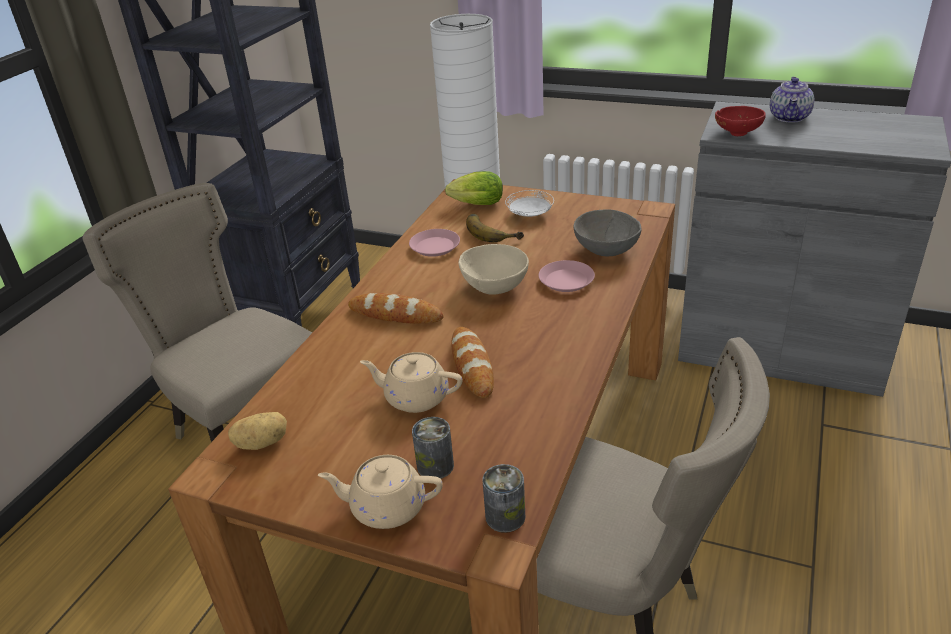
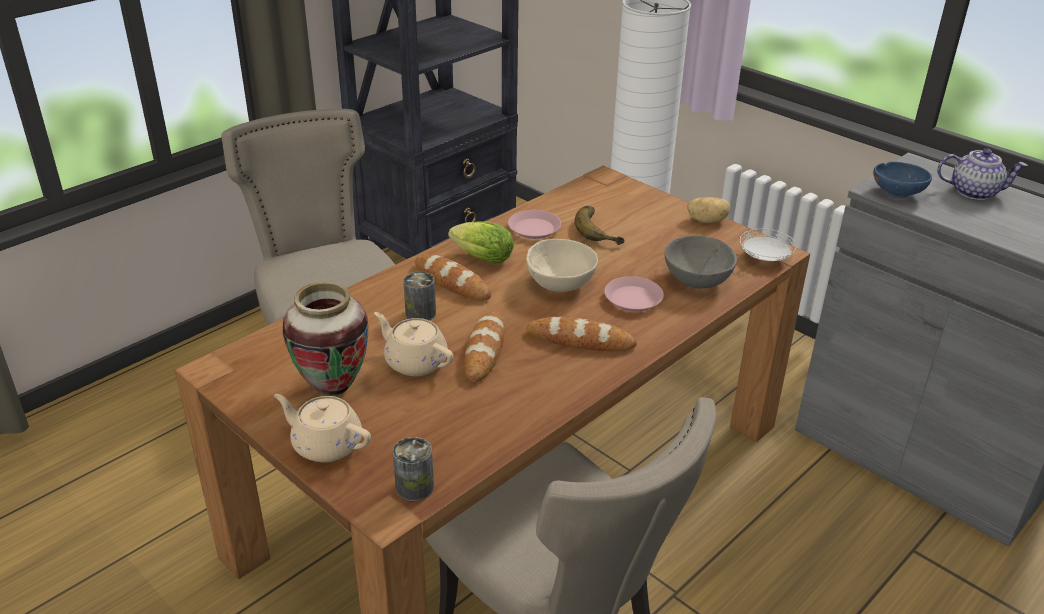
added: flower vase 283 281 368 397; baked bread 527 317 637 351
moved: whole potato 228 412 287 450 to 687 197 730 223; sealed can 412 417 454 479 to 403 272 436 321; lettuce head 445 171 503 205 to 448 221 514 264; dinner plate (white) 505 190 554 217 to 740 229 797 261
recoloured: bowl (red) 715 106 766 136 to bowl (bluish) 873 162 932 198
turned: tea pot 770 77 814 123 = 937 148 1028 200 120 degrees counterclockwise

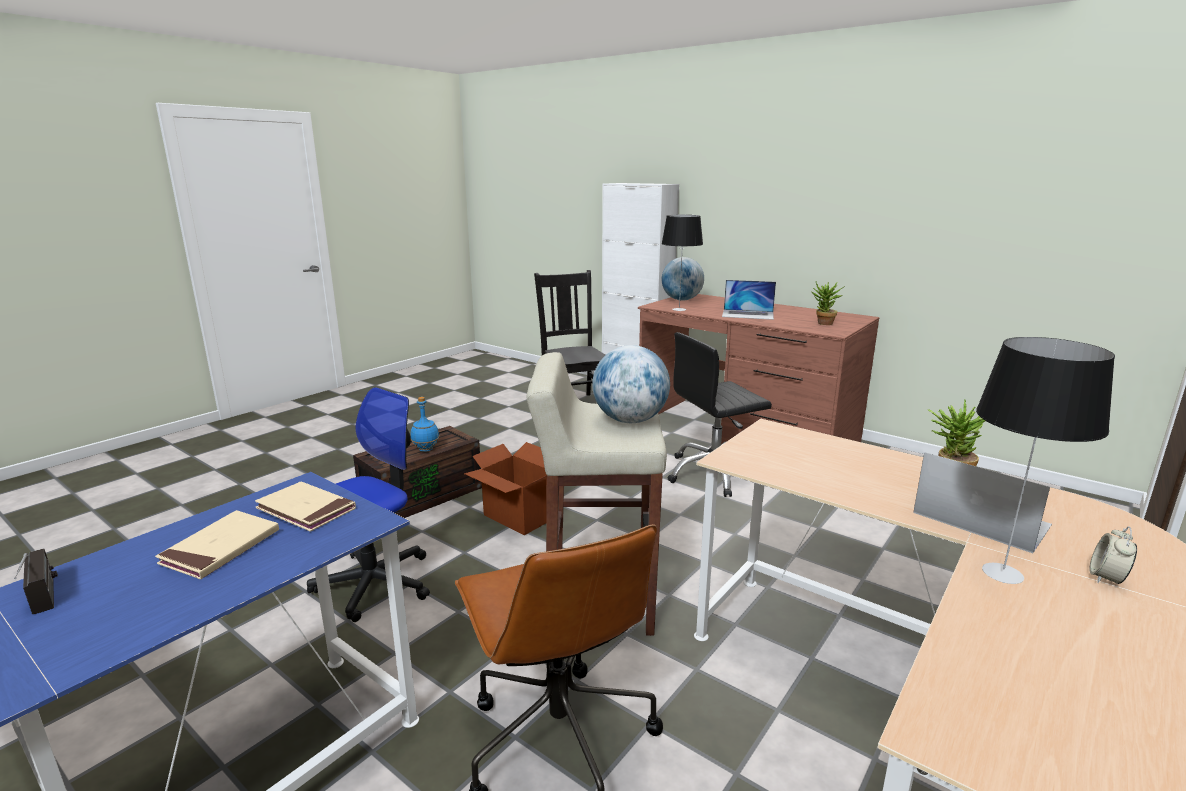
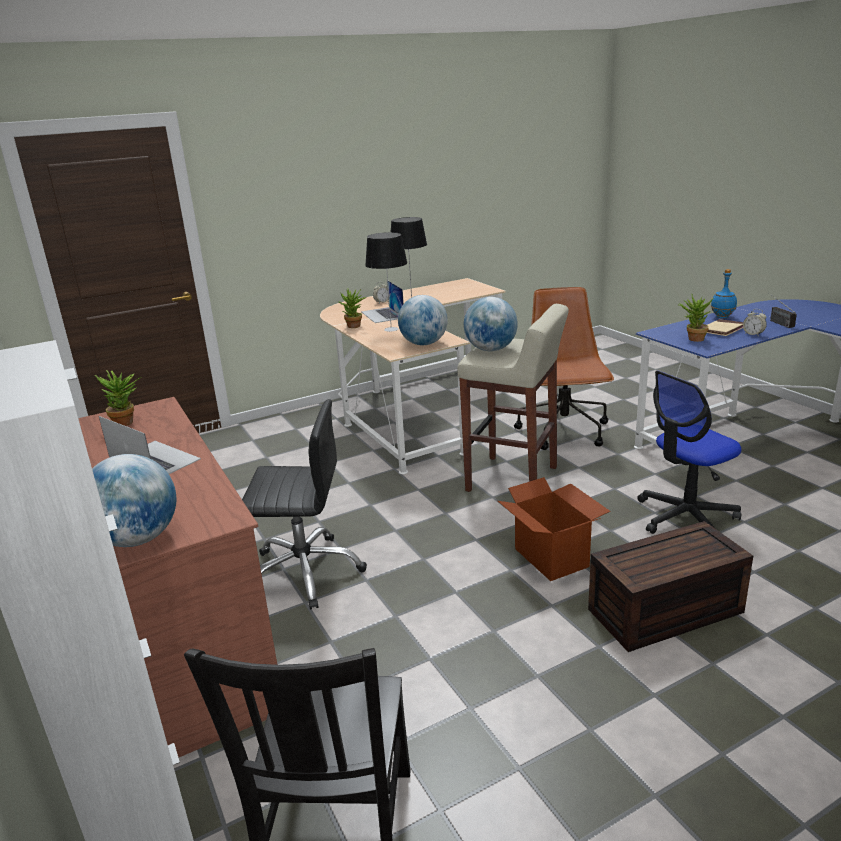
added: globe 398 295 448 345; alarm clock 743 309 767 337
moved: beverage bottle (bluish) 411 397 439 452 to 711 269 737 318; tabletop lamp 662 215 703 311 to 365 232 407 332
replaced: book (beige-coloured) 255 482 356 531 to potted plant 679 296 713 342

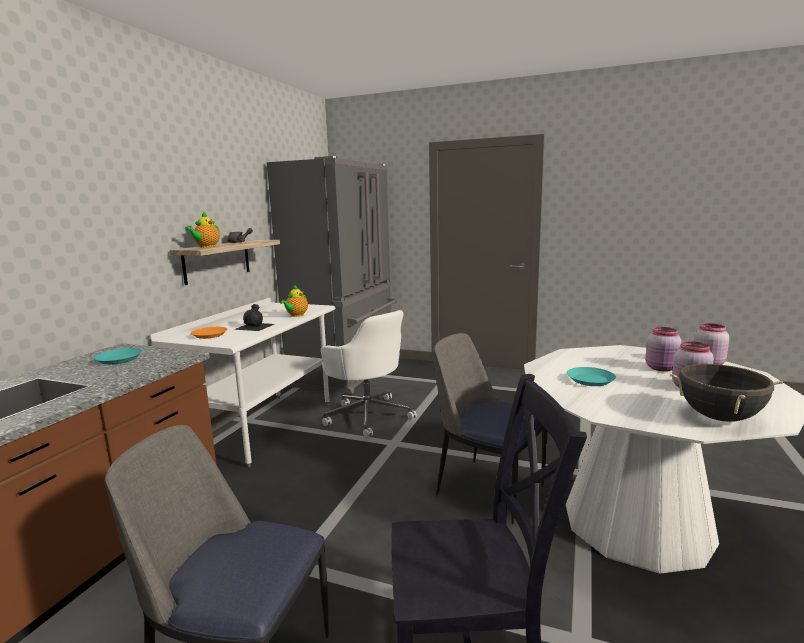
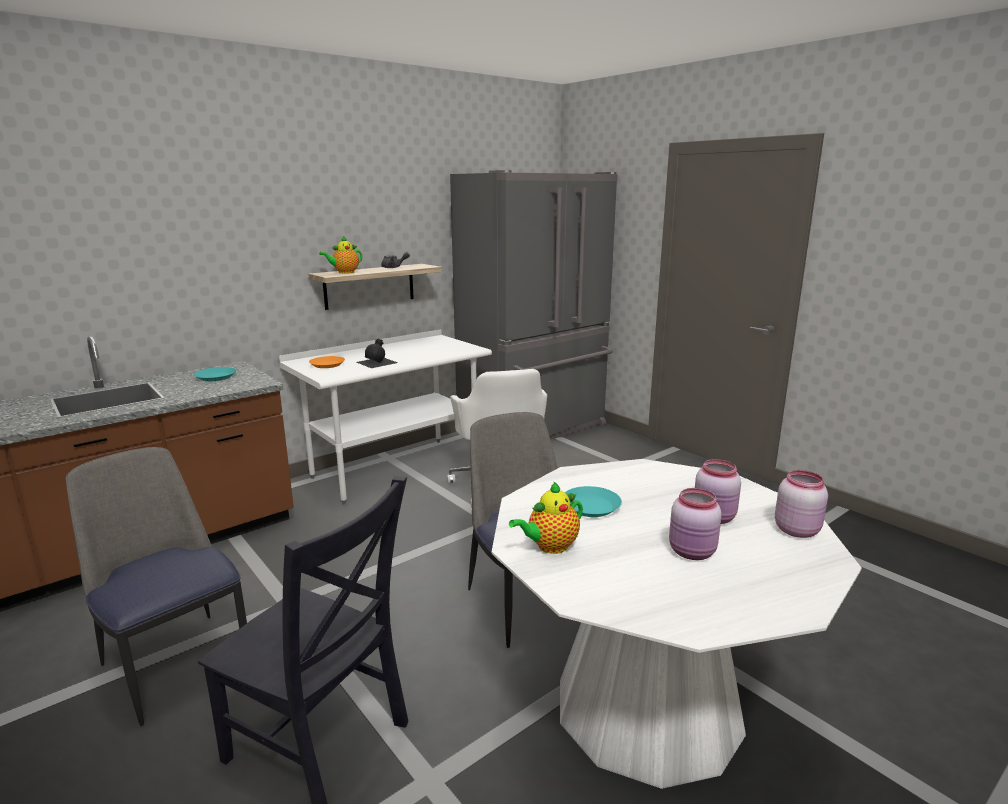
removed: stockpot (black-coloured) 670 362 783 422
moved: tea pot 280 284 308 317 to 509 481 583 554

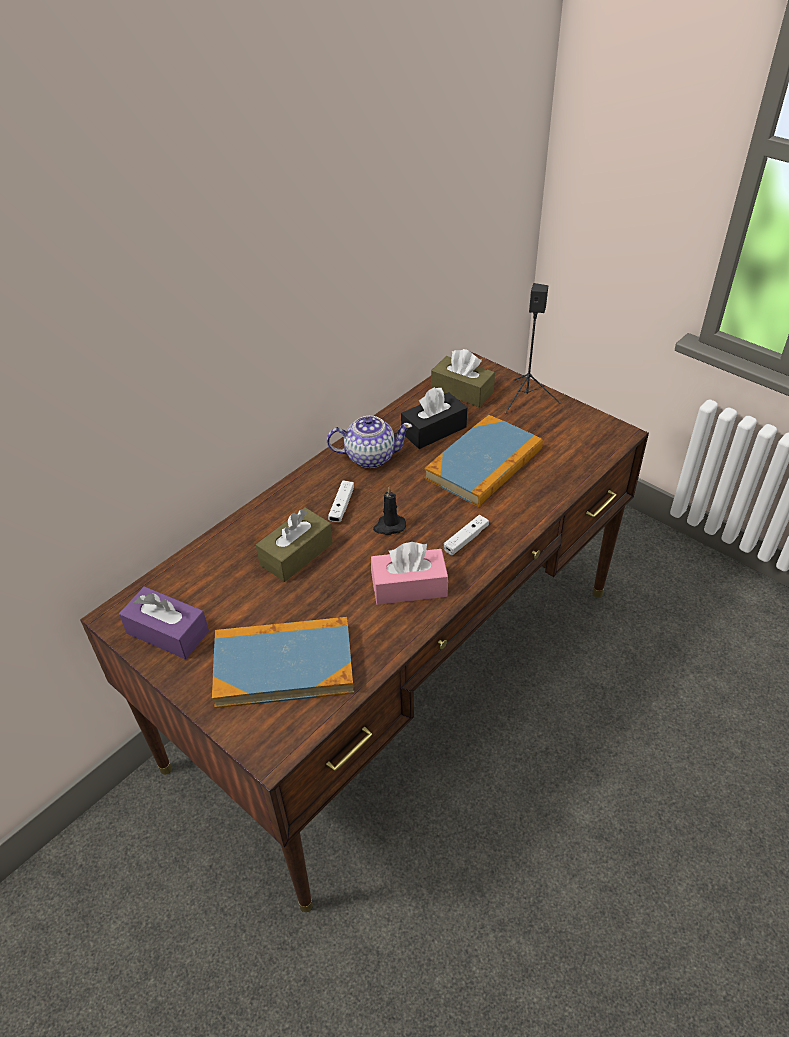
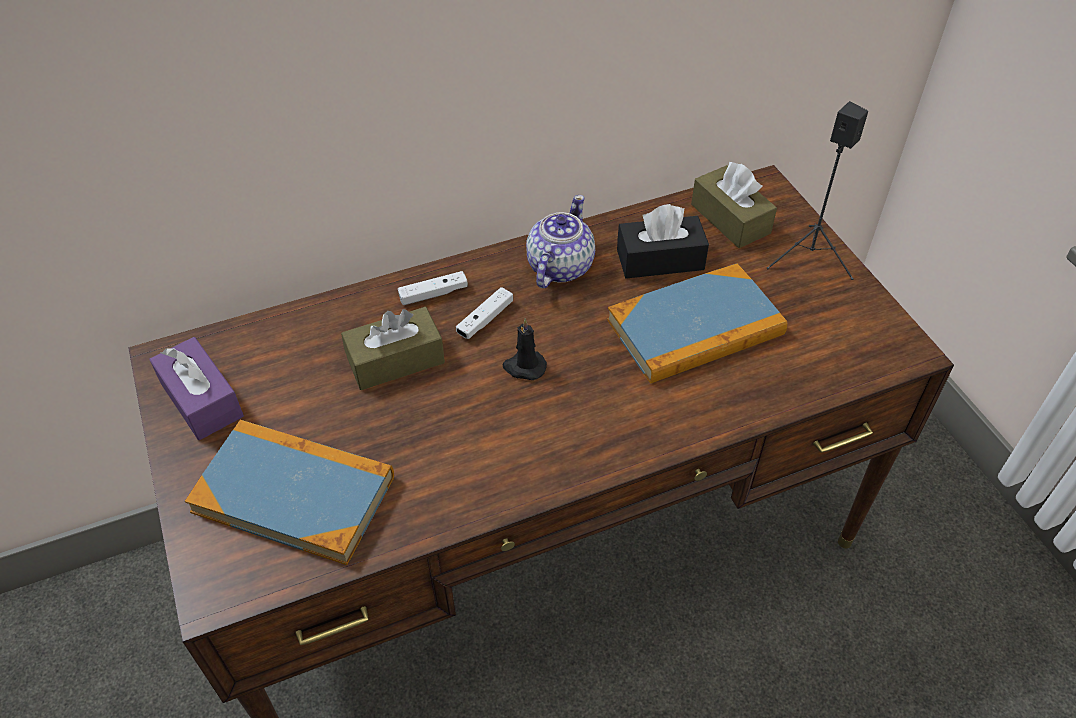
removed: tissue box (pink) 371 542 448 605
moved: game controller (white) 444 515 489 555 to 398 271 468 305
turned: tea pot 327 416 412 468 = 526 195 595 288 90 degrees counterclockwise

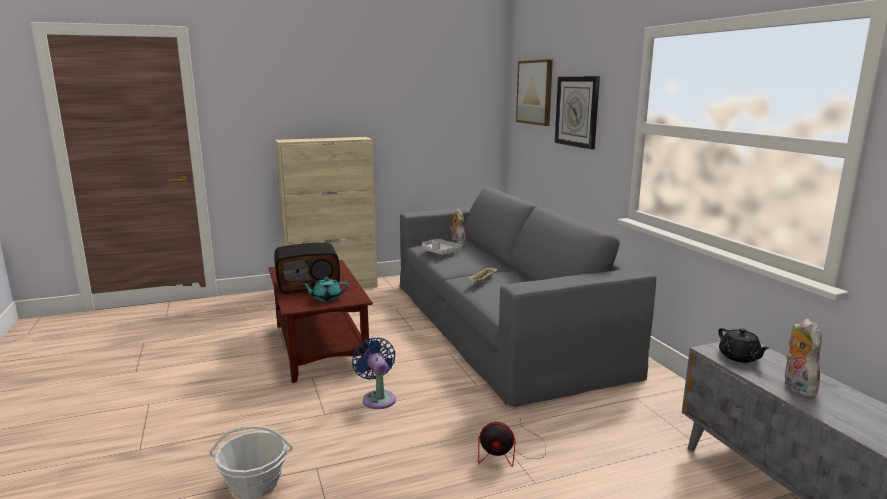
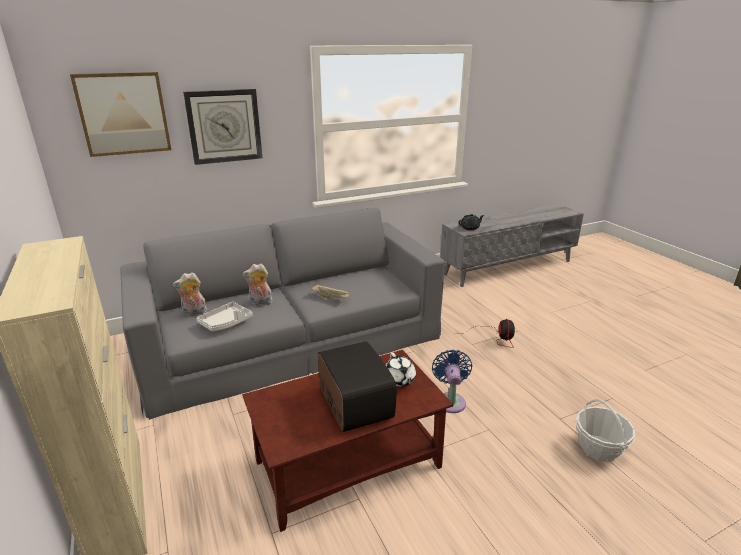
moved: plush toy 785 319 822 397 to 243 264 273 306
recoloured: tea pot (turquoise-coloured) 302 277 349 302 to tea pot (white) 386 353 416 387
turned: cooling fan (bluish) 352 337 396 409 = 432 349 472 413 120 degrees clockwise

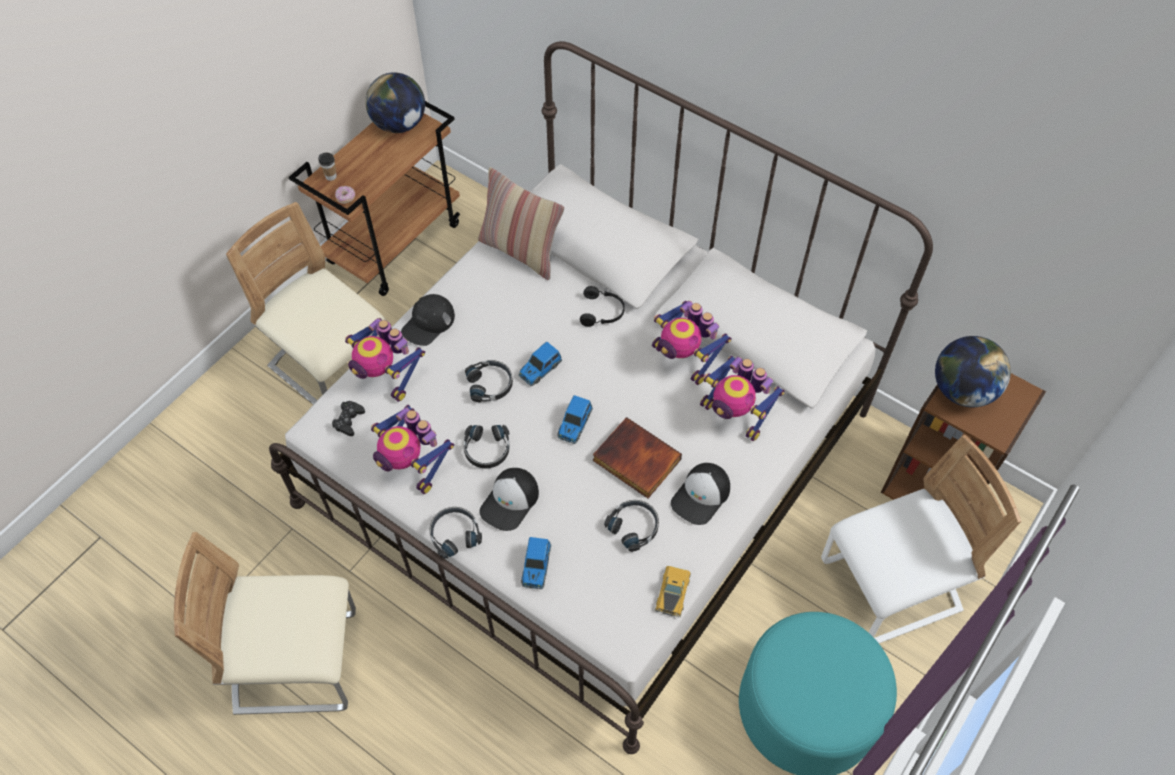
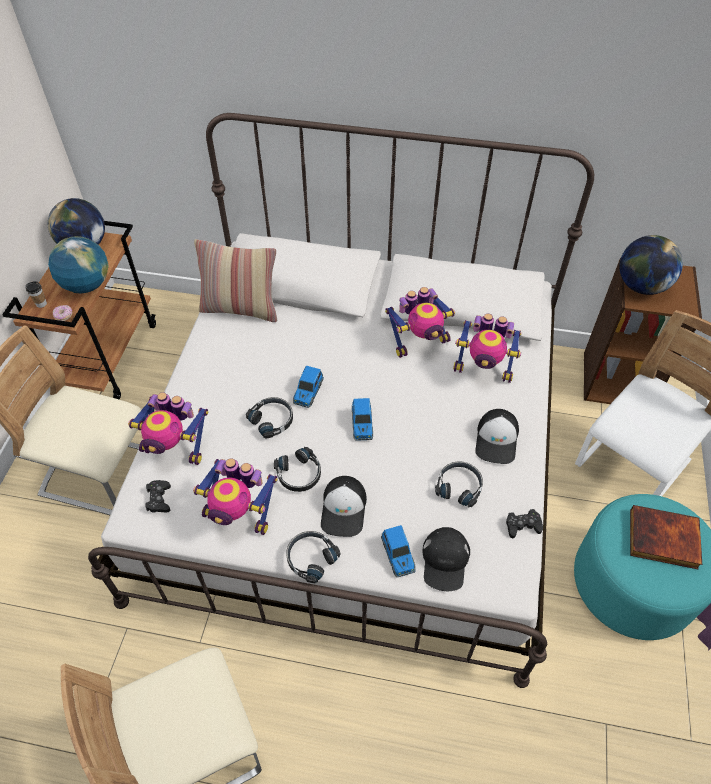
removed: pair of headphones (black-coloured) 580 286 625 327
added: globe 48 236 109 294
moved: baseball cap (black-coloured) 401 294 455 346 to 423 527 470 591; book 593 417 682 498 to 630 505 702 569
replaced: miniature car 655 566 691 617 to game controller (black-coloured) 506 509 543 538
turned: robot figure 652 301 732 385 = 385 287 455 358 45 degrees counterclockwise

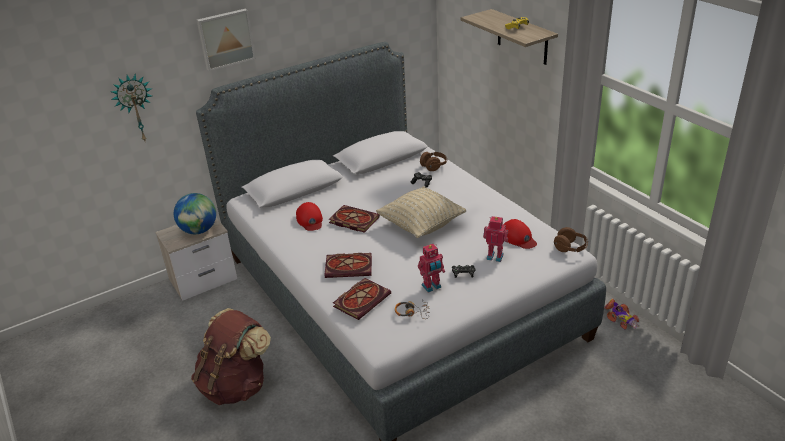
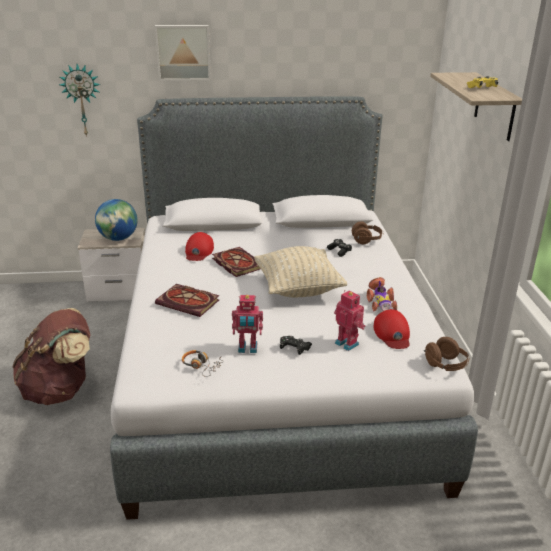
removed: book 333 278 391 320
moved: miniature car 604 298 639 330 to 367 277 397 311

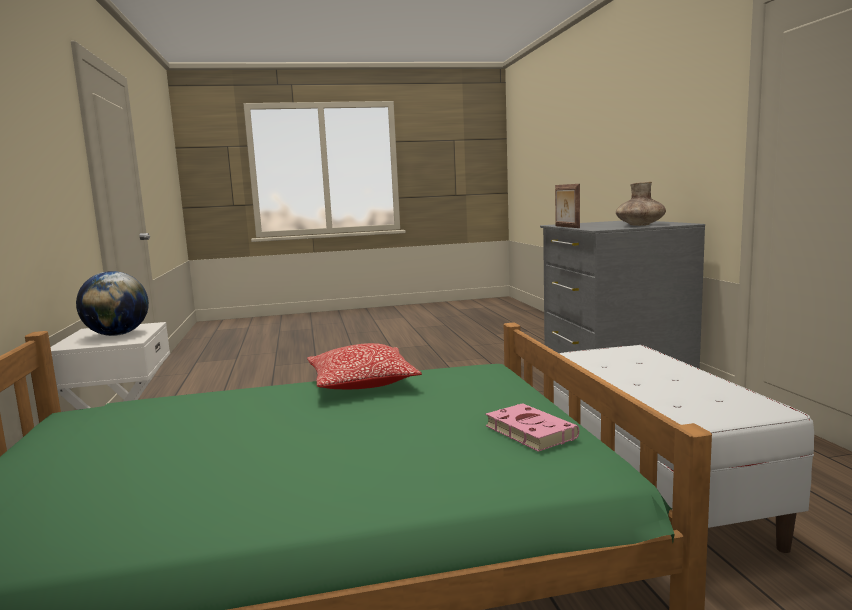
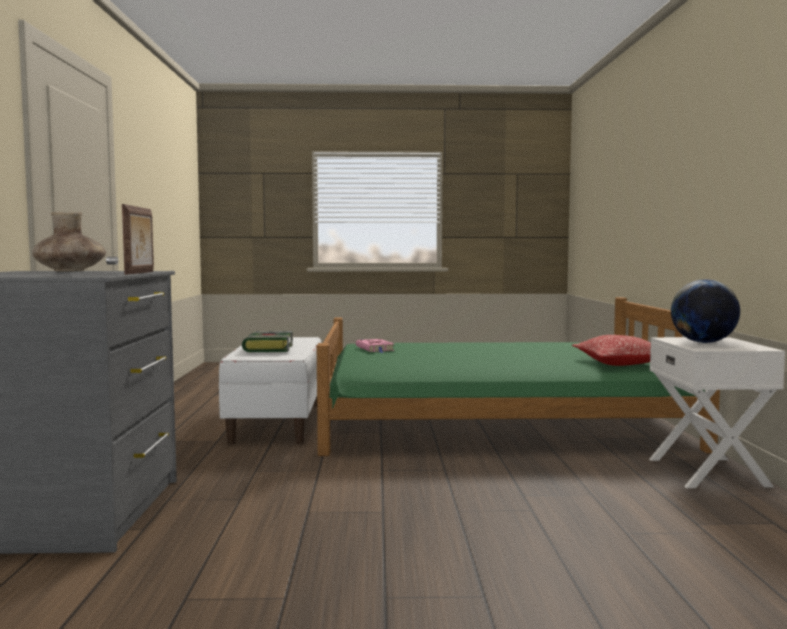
added: book 242 331 293 353
moved: throw pillow 307 343 422 389 to 572 335 651 366

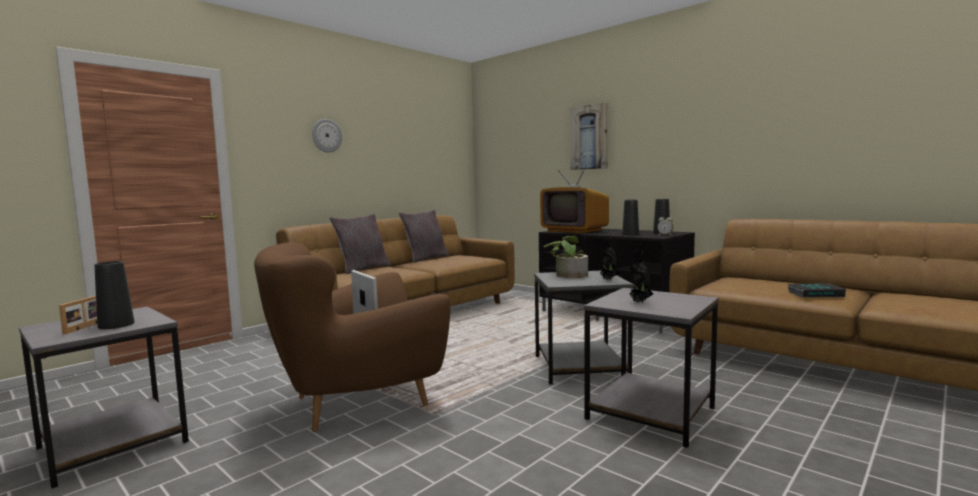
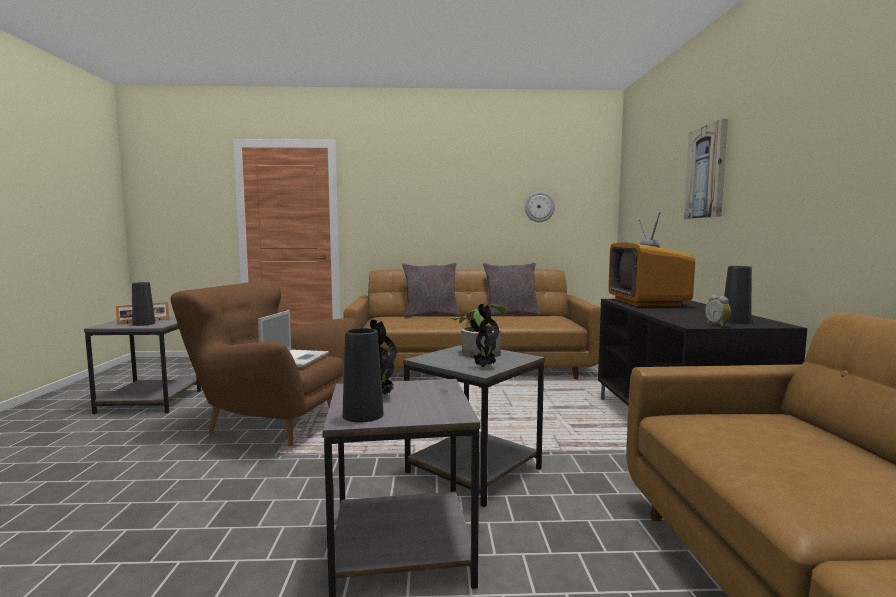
removed: book 787 283 846 298
moved: wall clock 312 119 342 153 to 525 192 555 222; flower vase (black-coloured) 622 200 639 235 to 343 328 384 423

